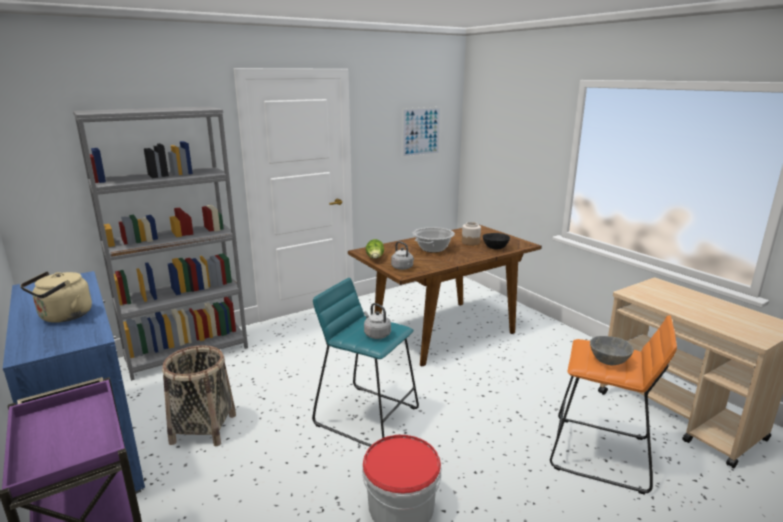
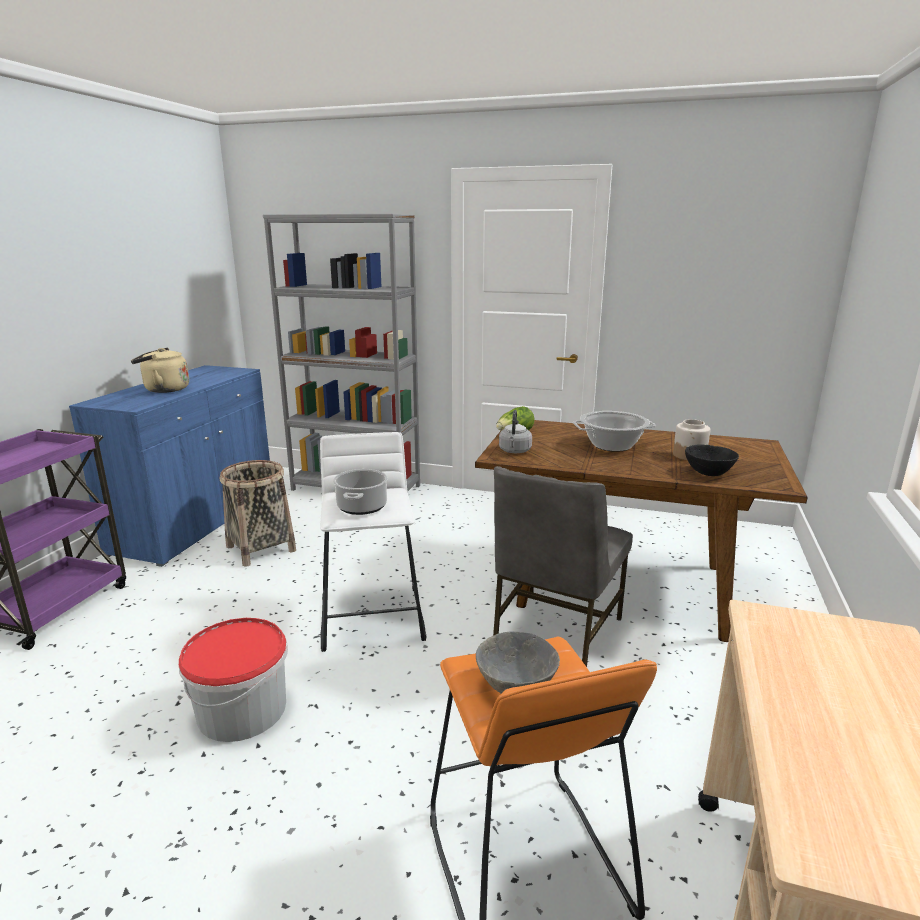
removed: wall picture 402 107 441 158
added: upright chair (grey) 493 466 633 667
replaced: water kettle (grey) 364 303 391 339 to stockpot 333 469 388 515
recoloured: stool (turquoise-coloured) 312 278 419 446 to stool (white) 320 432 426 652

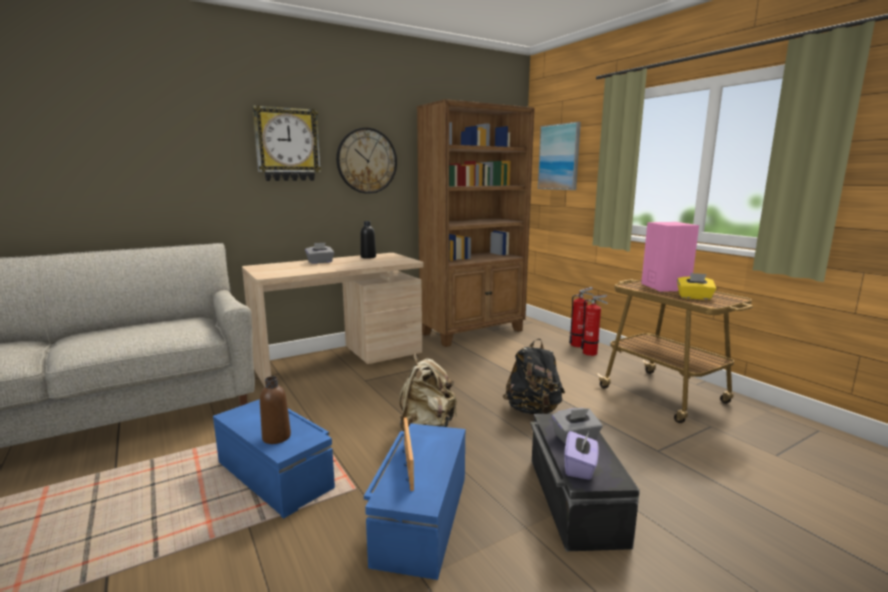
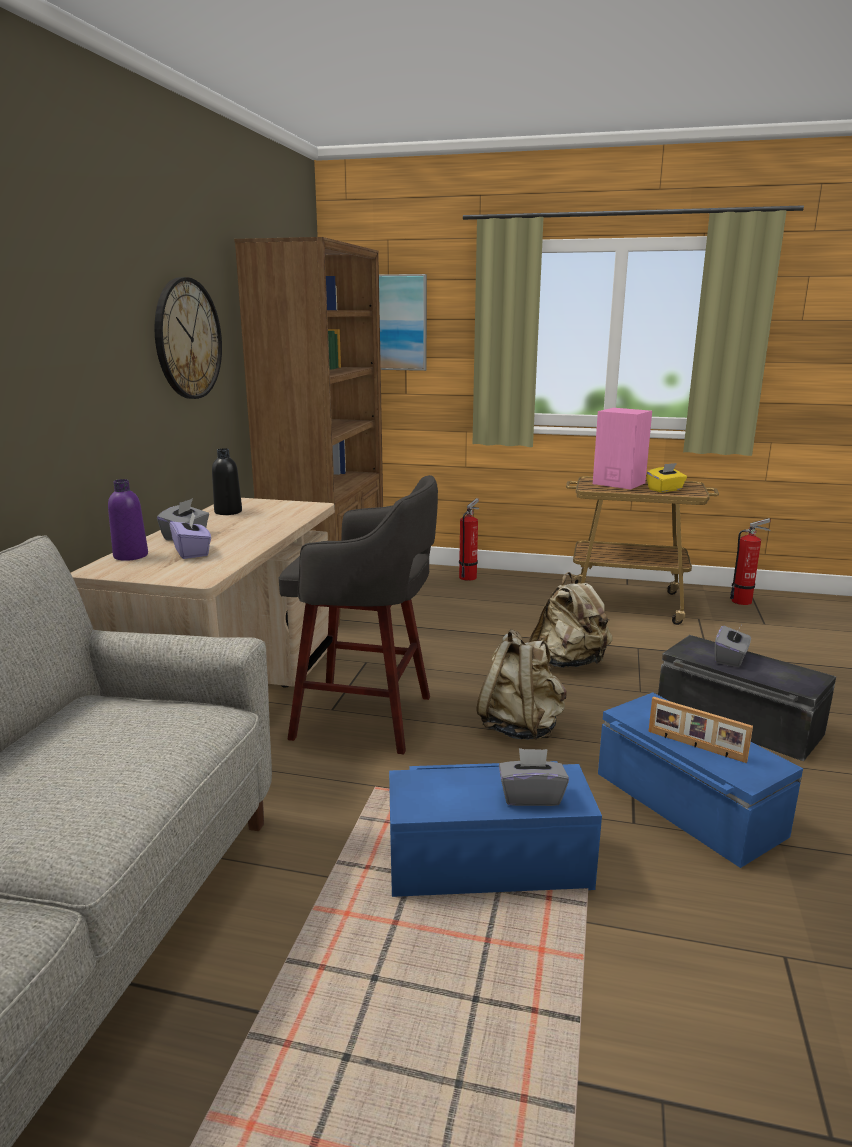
removed: wall clock 252 105 321 181
added: beverage bottle (purplish) 108 479 148 561; stool (grey) 279 475 438 754
moved: tissue box (purplish) 564 431 599 480 to 169 512 211 559; fire-fighting cylinder 581 295 608 356 to 730 518 771 605
replaced: beverage bottle (brownish) 260 376 291 444 to tissue box (grey) 499 748 569 806
recoloured: knapsack (black-coloured) 503 339 565 415 to knapsack (beige-coloured) 529 572 612 668

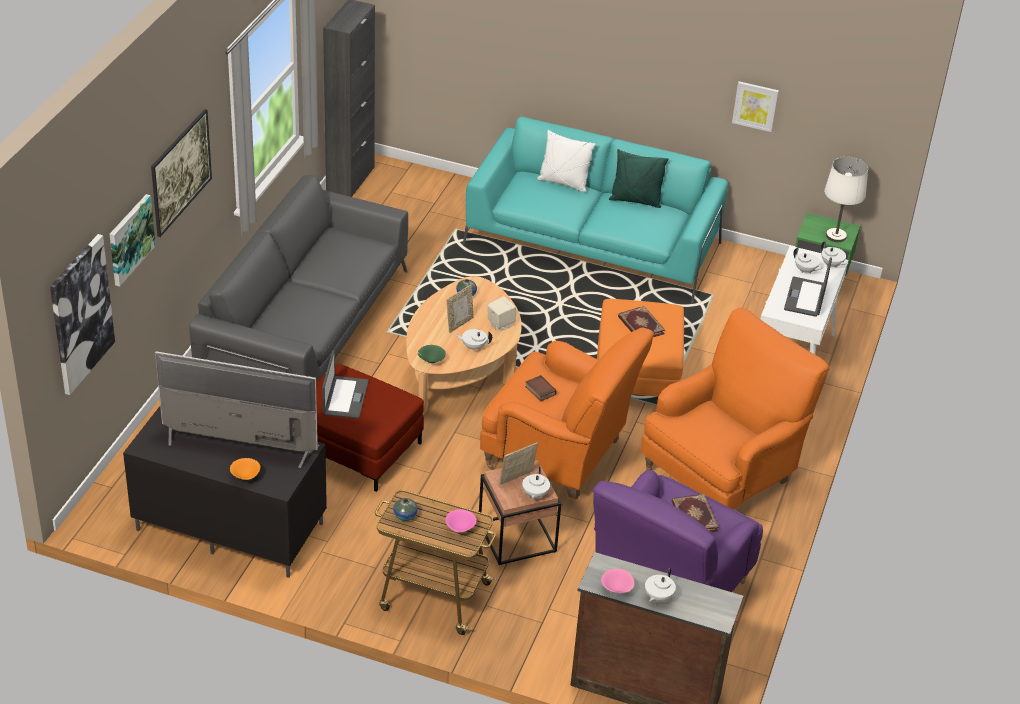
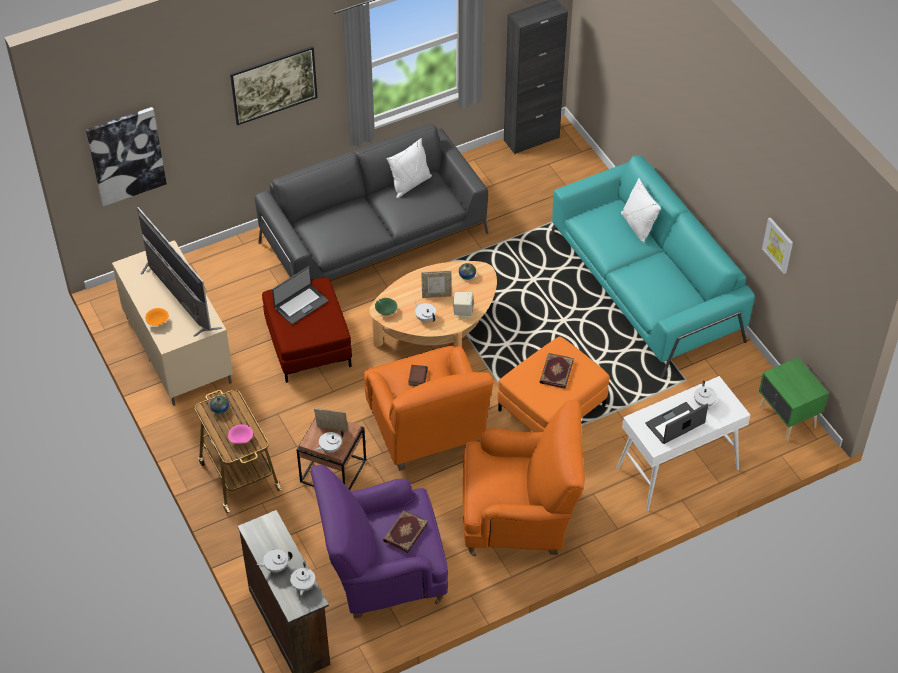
removed: wall picture 109 194 155 286; bowl (pink) 601 569 634 593; throw pillow (green) 609 149 669 208; tabletop lamp (white) 824 157 868 242
added: throw pillow (white) 387 138 432 198
moved: tea pot (white) 821 241 848 268 to 290 562 315 595
recoloured: media console (black-coloured) 123 406 327 578 to media console (beige-coloured) 112 240 233 406

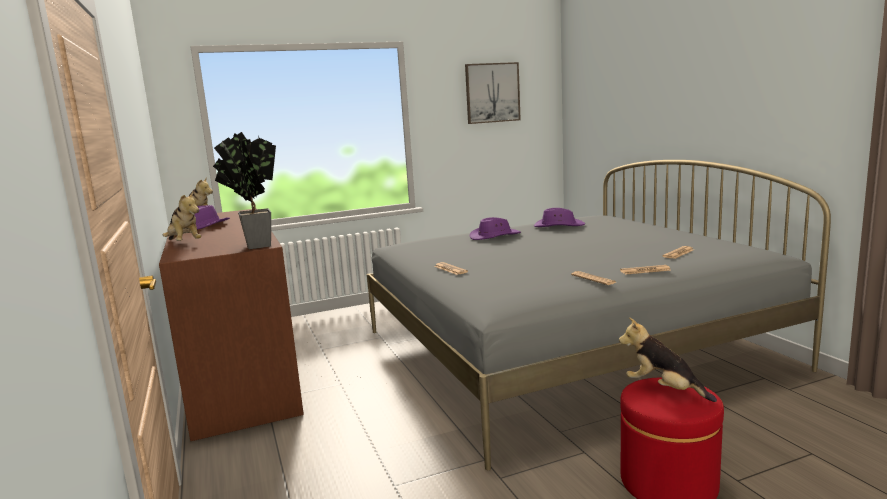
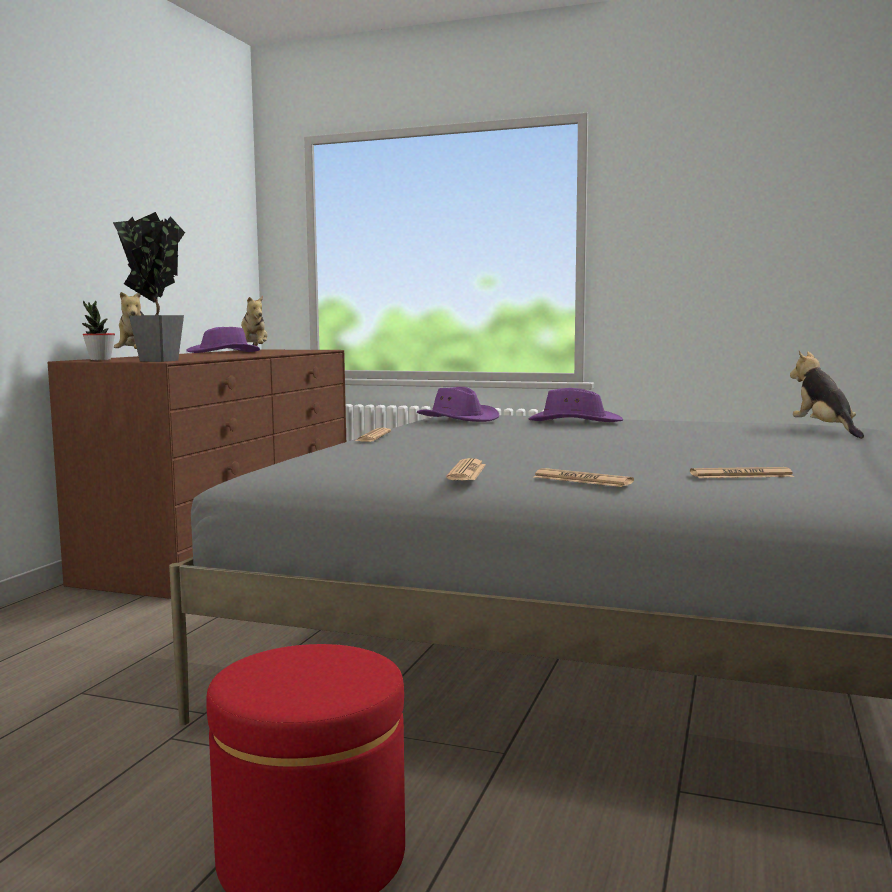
removed: wall picture 465 62 521 124
added: potted plant 82 301 115 361
moved: hat (purplish) 534 208 585 227 to 417 387 499 422; plush toy 619 317 717 402 to 790 350 864 438

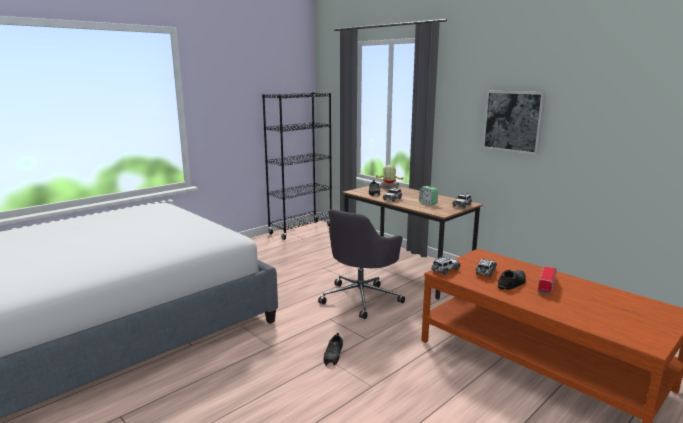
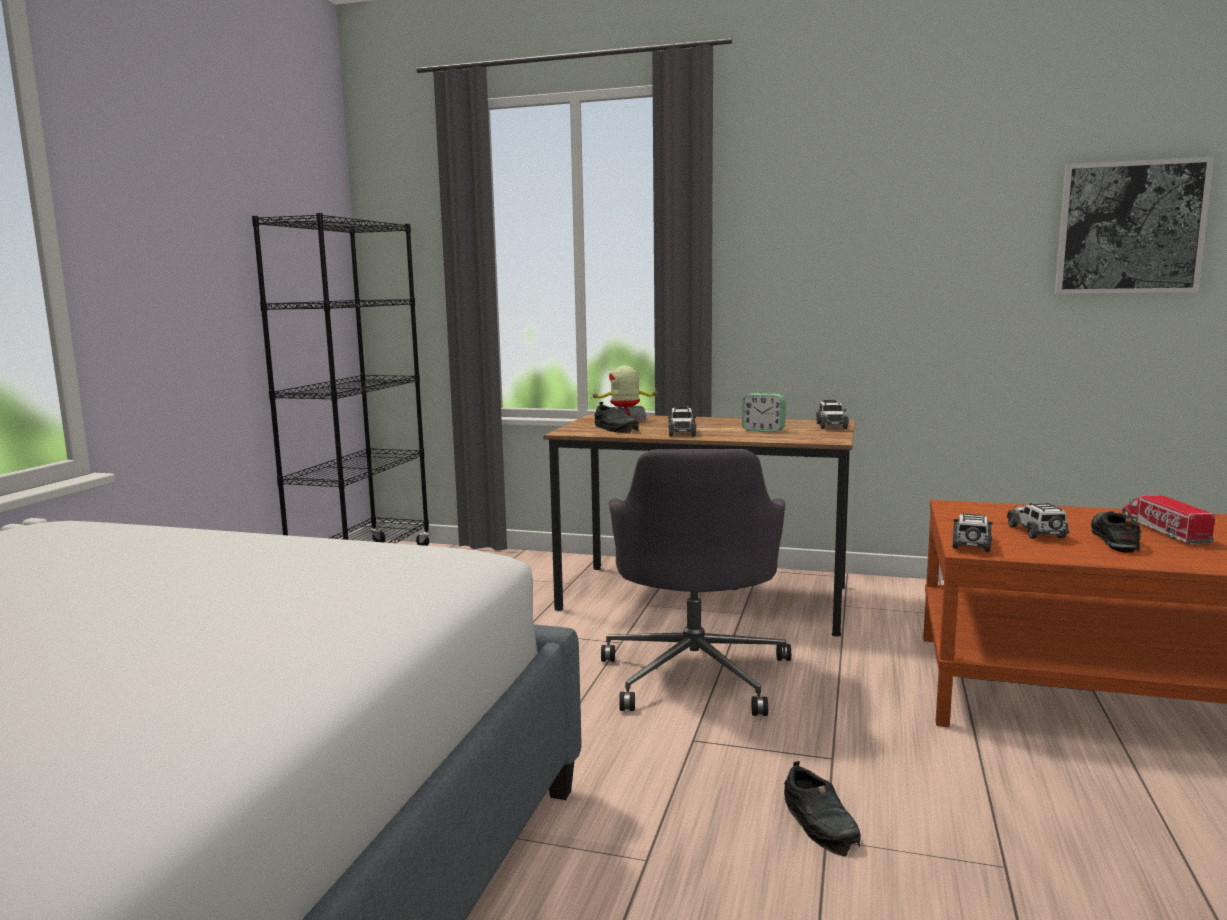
moved: wall picture 482 90 546 155 to 1055 157 1214 294

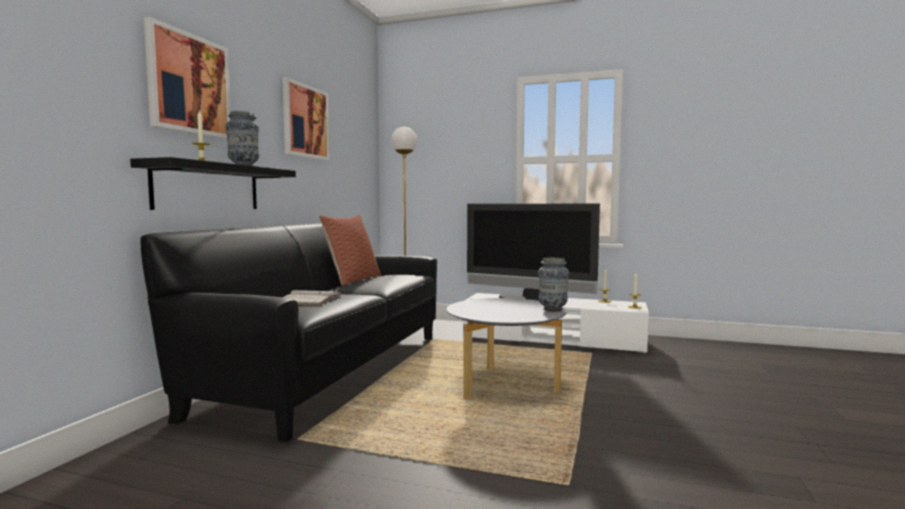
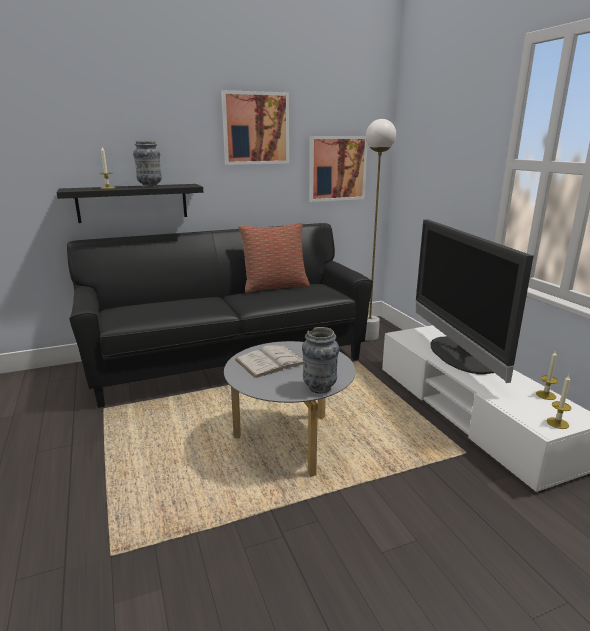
moved: wall picture 144 17 231 139 to 309 136 368 202; book (white) 284 290 343 306 to 235 345 303 378

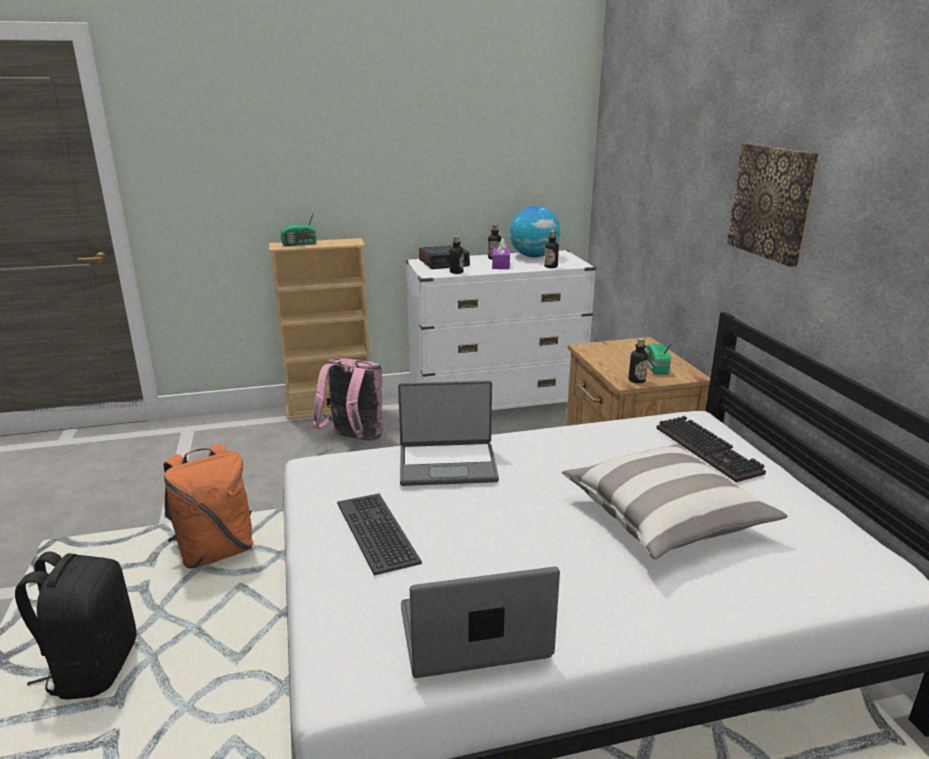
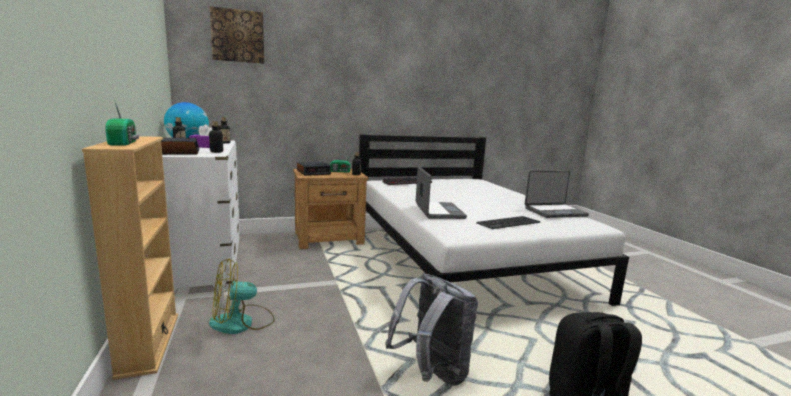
removed: throw pillow 562 444 787 559
added: alarm clock 297 162 331 176
moved: wall picture 727 144 819 267 to 210 6 264 64
replaced: knapsack (pink) 313 358 383 441 to cooling fan 209 258 275 334
recoloured: knapsack (orange) 164 444 254 569 to knapsack (grey) 385 273 478 386
turned: notebook computer 401 566 560 678 = 525 171 589 218 90 degrees counterclockwise

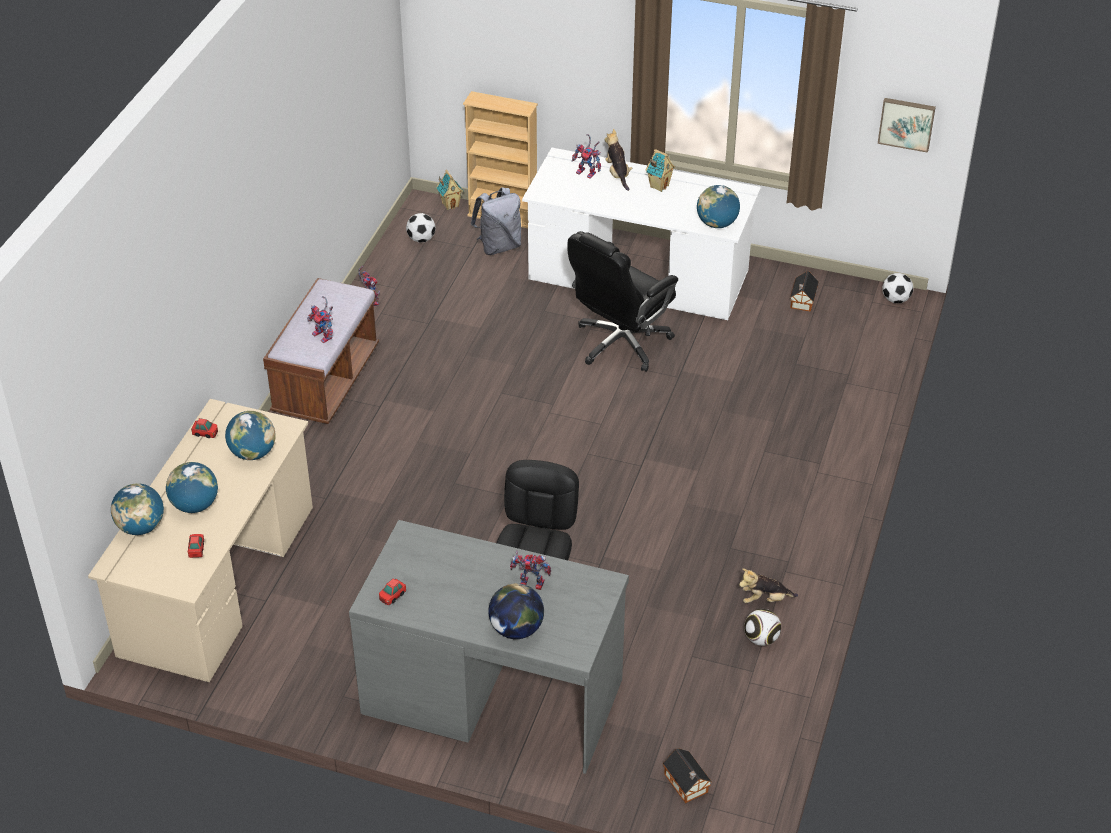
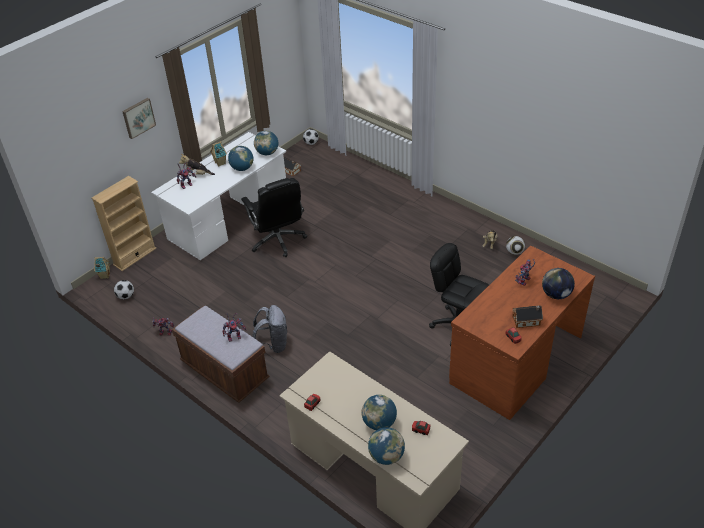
moved: globe 225 411 276 460 to 228 146 253 171; knapsack (grey) 471 187 521 255 to 253 305 287 353; toy house 663 748 712 803 to 512 305 543 328; wall picture 878 98 936 153 to 122 98 156 139
recoloured: desk (grey) 349 520 629 774 to desk (brownish) 449 245 595 420

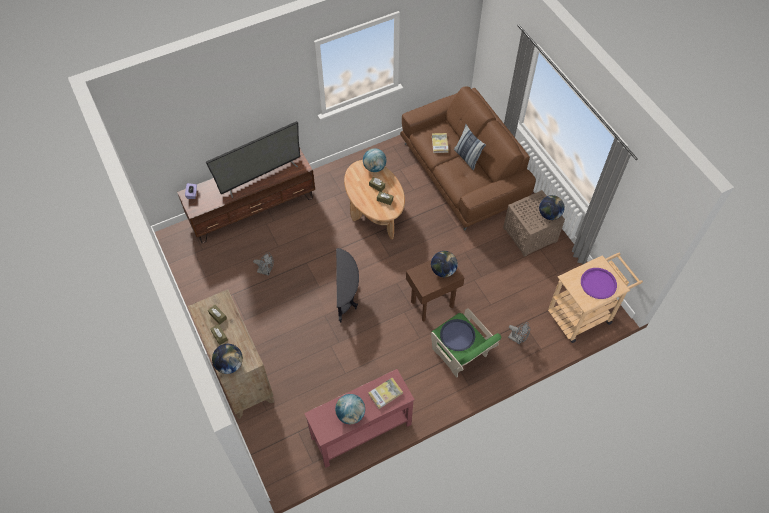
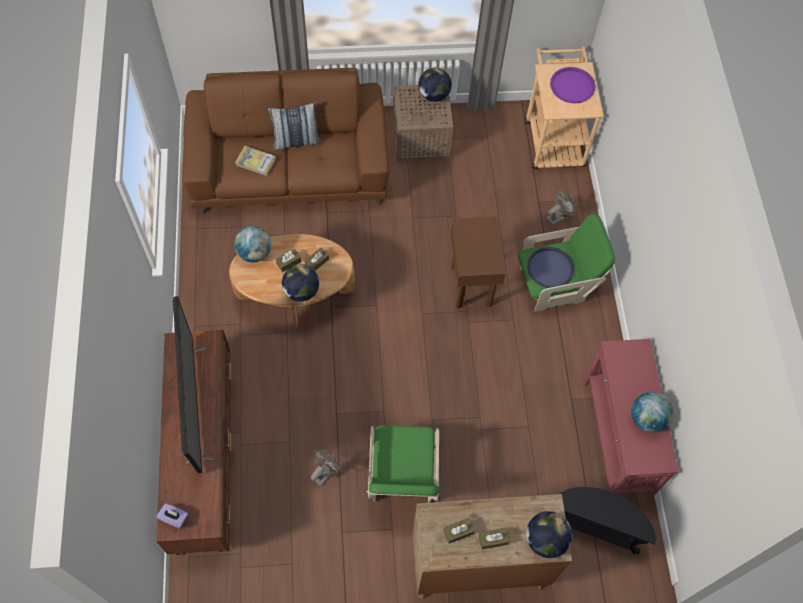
removed: book 368 378 403 409
added: armchair (green) 367 425 439 503
moved: end table (black-coloured) 336 248 359 323 to 559 487 656 554; globe 431 251 458 277 to 282 264 319 301

